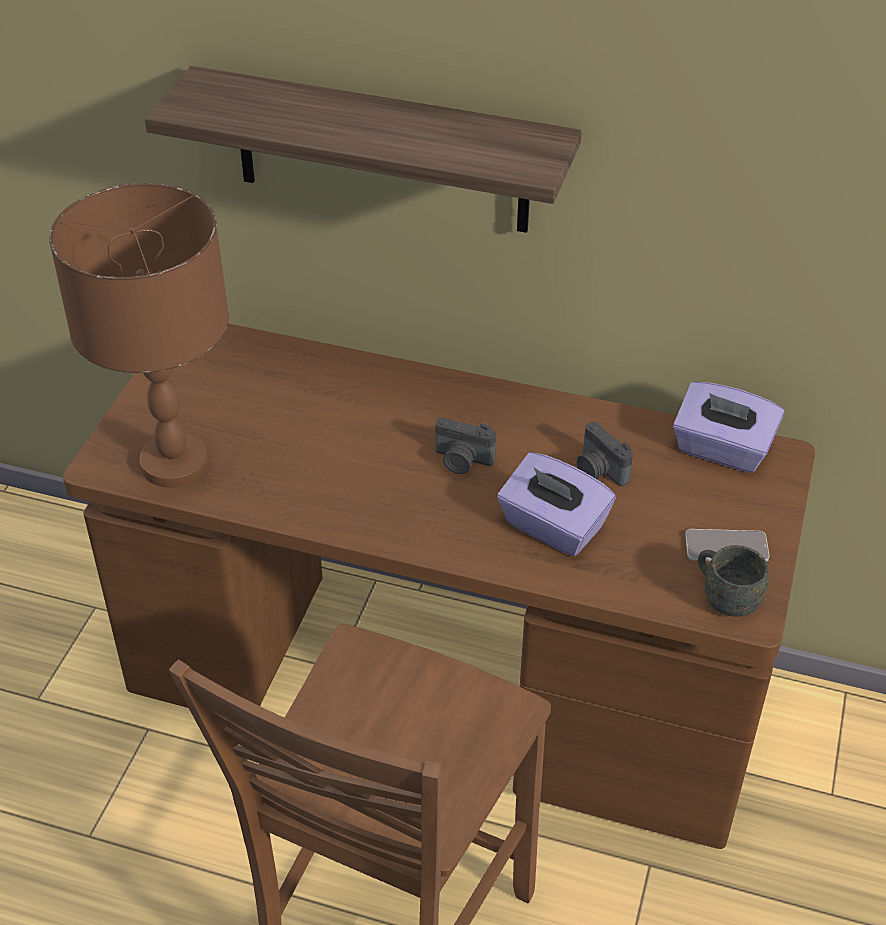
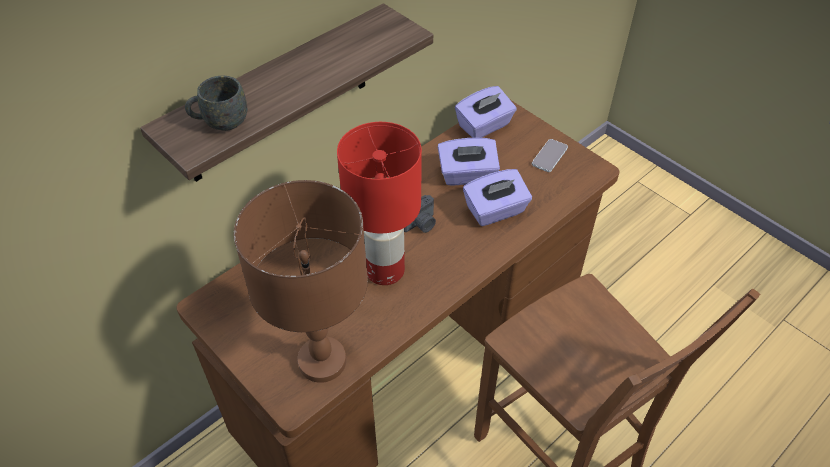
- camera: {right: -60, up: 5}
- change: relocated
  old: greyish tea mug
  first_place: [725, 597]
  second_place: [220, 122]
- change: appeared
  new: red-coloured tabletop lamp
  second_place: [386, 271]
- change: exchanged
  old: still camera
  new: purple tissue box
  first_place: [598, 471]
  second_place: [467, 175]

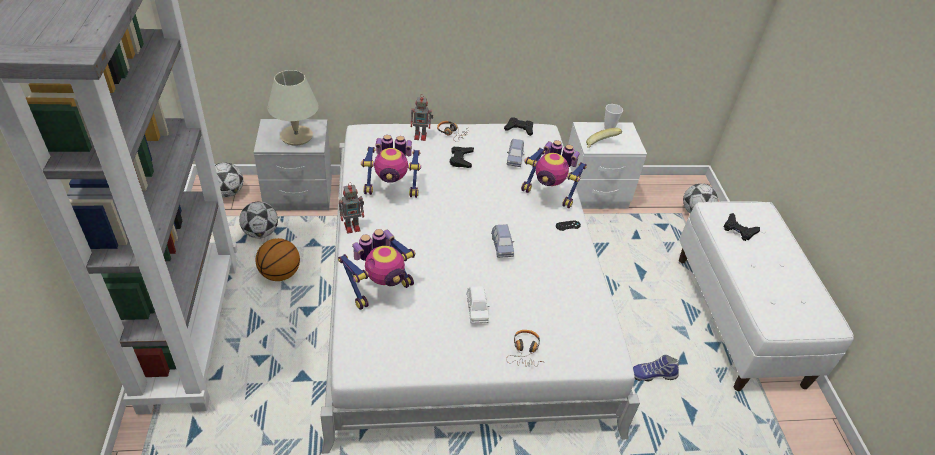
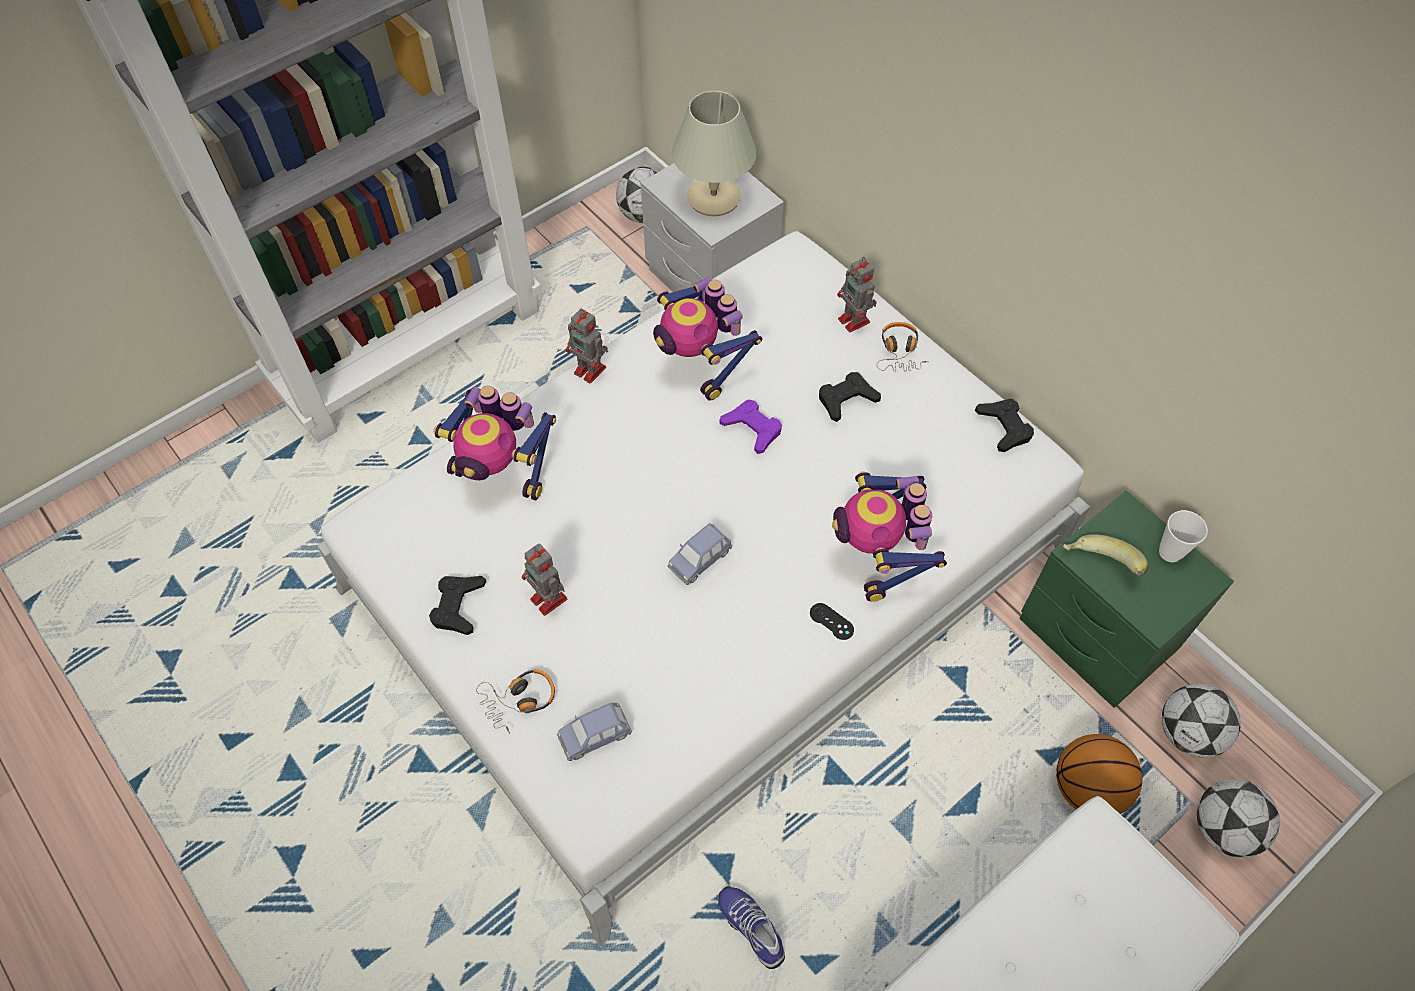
- camera: {right: 60, up: 15}
- change: relocated
  old: blackish gamepad
  first_place: [739, 230]
  second_place: [458, 606]
- change: exchanged
  old: white-coloured model car
  new: robot figure
  first_place: [476, 310]
  second_place: [550, 600]
- change: relocated
  old: bluish model car
  first_place: [514, 159]
  second_place: [595, 736]
- change: appeared
  new: purple gamepad
  second_place: [752, 429]
- change: colour
  old: white-coloured night table
  new: green night table
  first_place: [594, 193]
  second_place: [1097, 634]
- change: relocated
  old: basketball ball
  first_place: [280, 274]
  second_place: [1088, 789]
- change: relocated
  old: football
  first_place: [261, 233]
  second_place: [1188, 733]

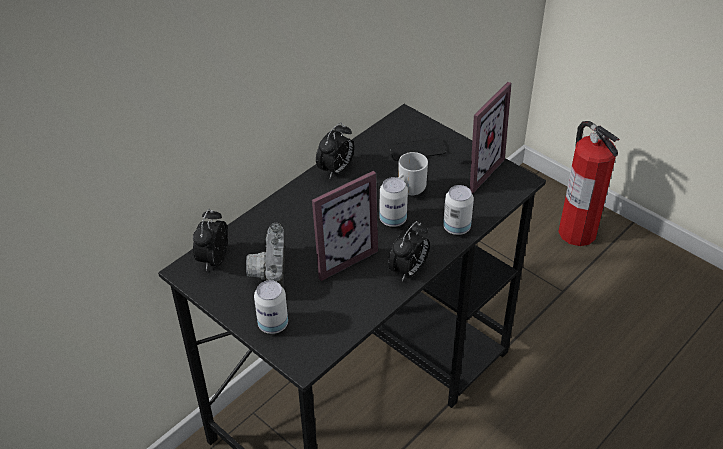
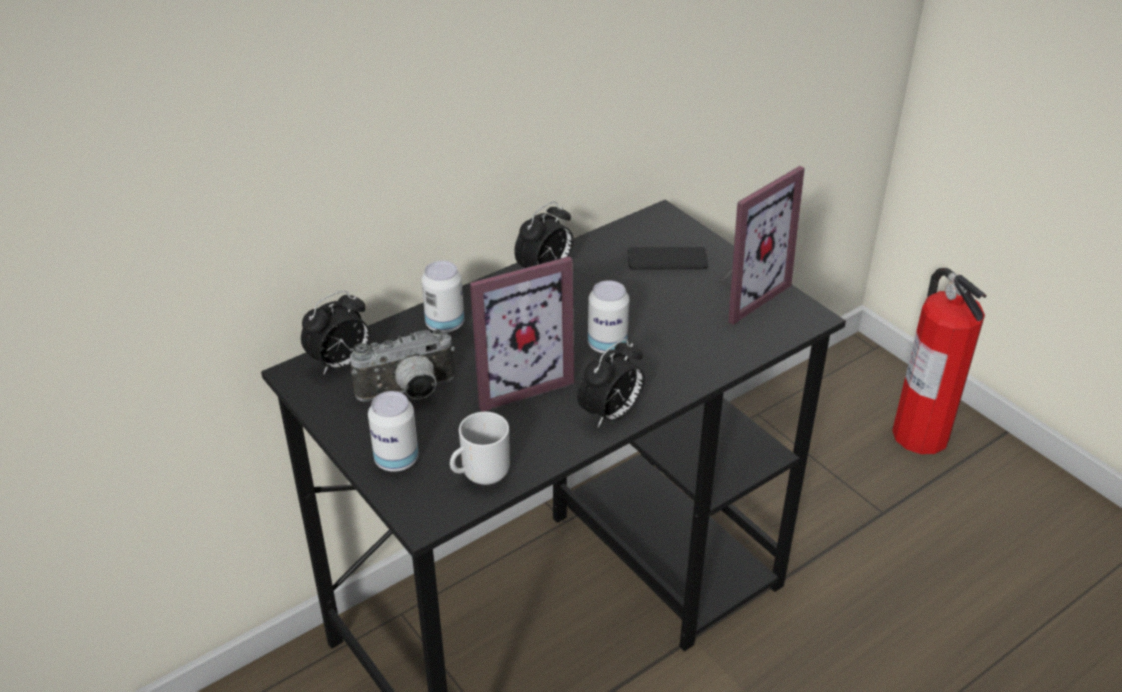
- camera: {right: 10, up: -5}
- change: spun
  old: alarm clock
  first_place: [213, 259]
  second_place: [341, 364]
  degrees: -150
- change: spun
  old: still camera
  first_place: [267, 274]
  second_place: [408, 393]
  degrees: -120
- change: relocated
  old: metal can
  first_place: [456, 227]
  second_place: [445, 324]
- change: relocated
  old: tea mug
  first_place: [409, 190]
  second_place: [481, 475]

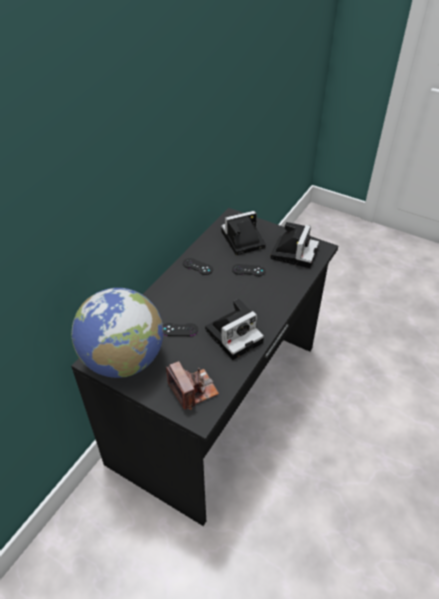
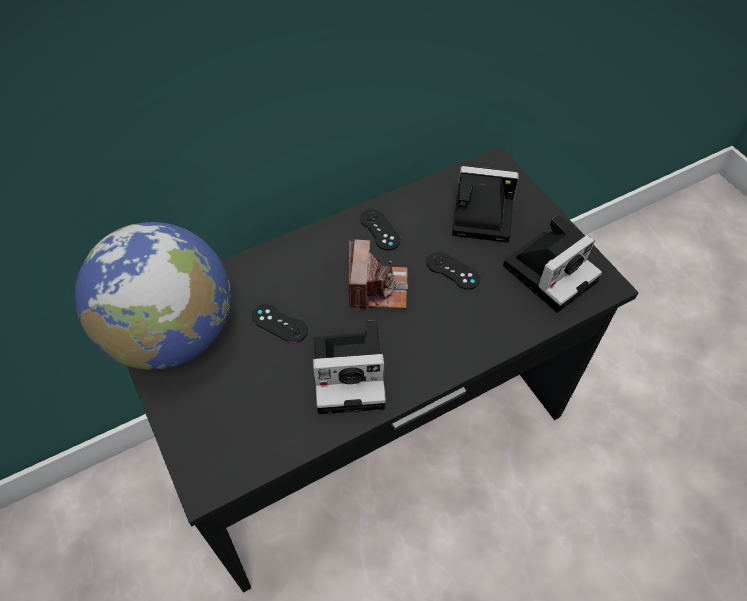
- camera: {right: 30, up: 10}
- change: relocated
  old: still camera
  first_place: [193, 389]
  second_place: [377, 288]

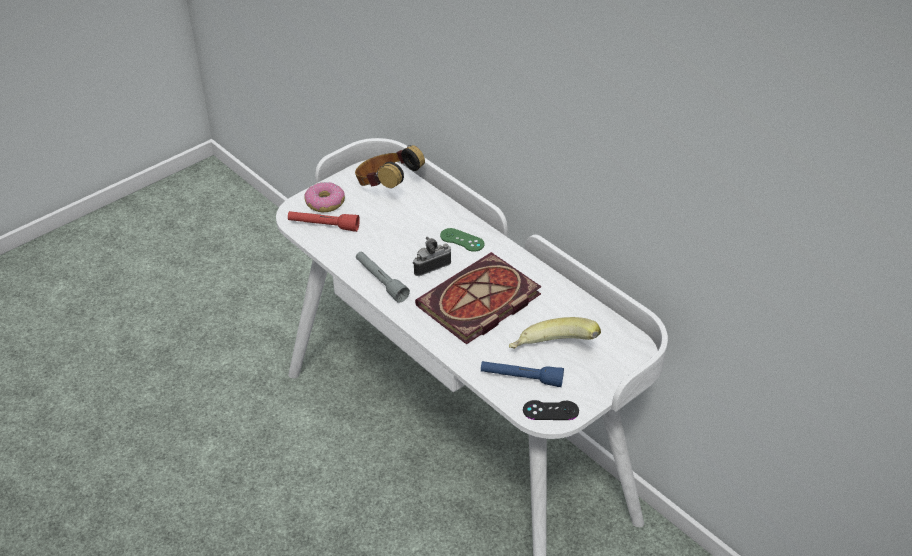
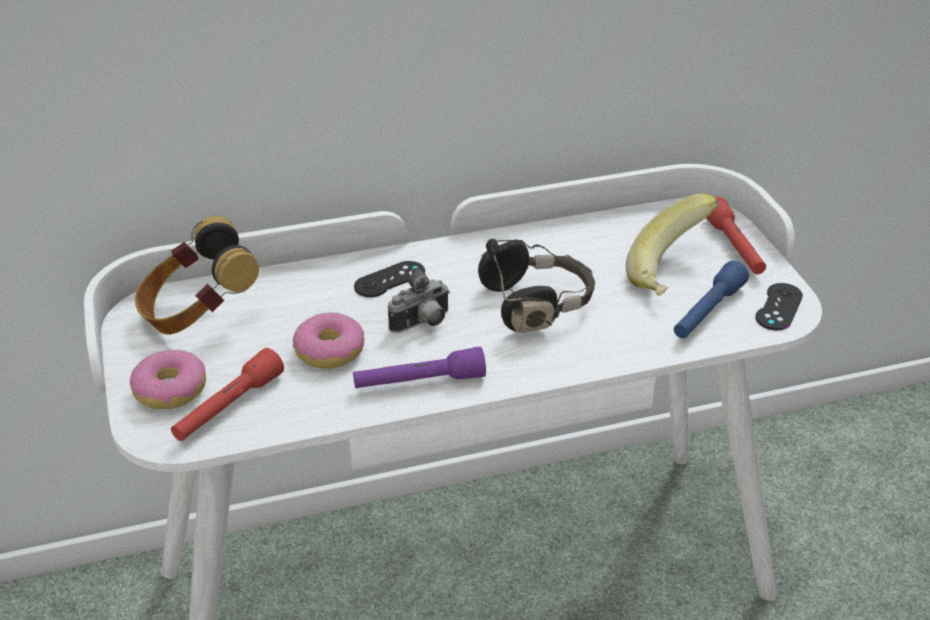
- camera: {right: -65, up: -5}
- change: appeared
  new: donut
  second_place: [330, 351]
- change: colour
  old: greyish torch
  new: purple torch
  first_place: [381, 281]
  second_place: [419, 382]
- change: colour
  old: green gamepad
  new: blackish gamepad
  first_place: [462, 240]
  second_place: [390, 279]
- change: spun
  old: still camera
  first_place: [430, 266]
  second_place: [422, 324]
  degrees: -120
- change: exchanged
  old: volume
  new: blackish pair of headphones
  first_place: [478, 303]
  second_place: [536, 304]
- change: appeared
  new: red-coloured torch
  second_place: [734, 247]

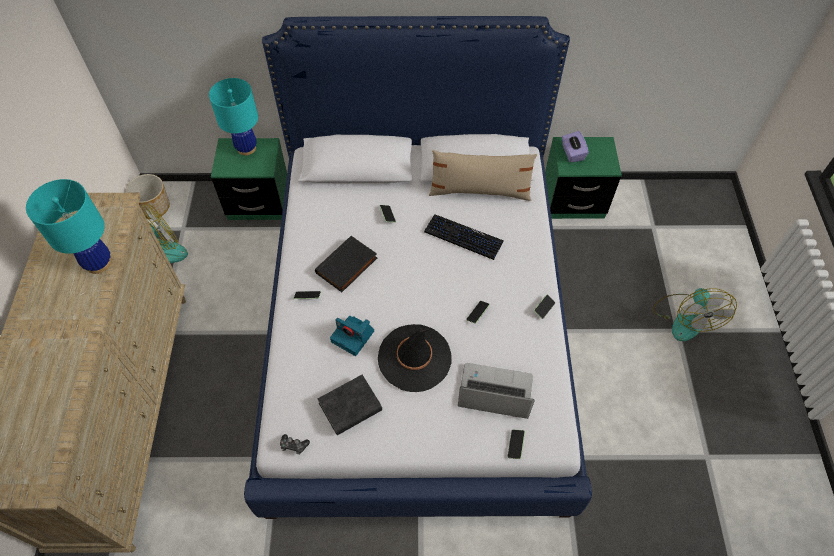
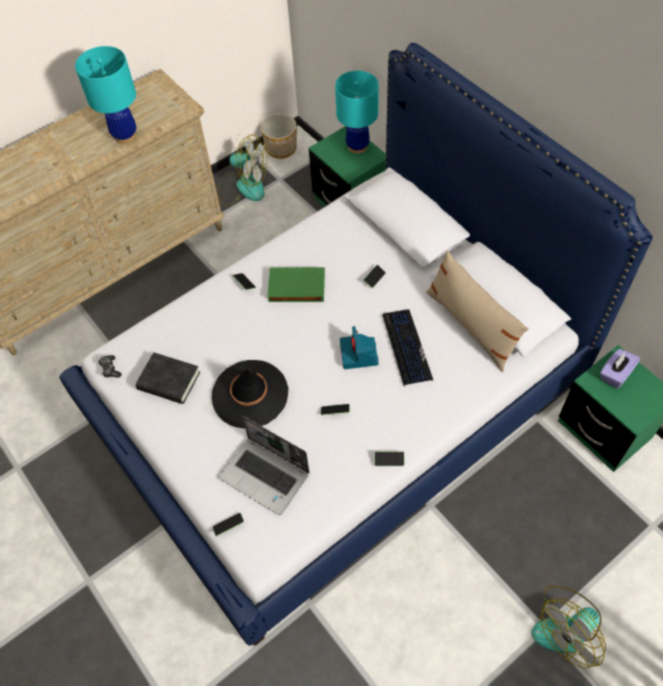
- camera: {right: 55, up: 0}
- change: spun
  old: notebook computer
  first_place: [494, 392]
  second_place: [266, 476]
  degrees: 150
- change: colour
  old: blackish volume
  new: green volume
  first_place: [347, 266]
  second_place: [296, 288]
- change: relocated
  old: still camera
  first_place: [353, 336]
  second_place: [359, 354]

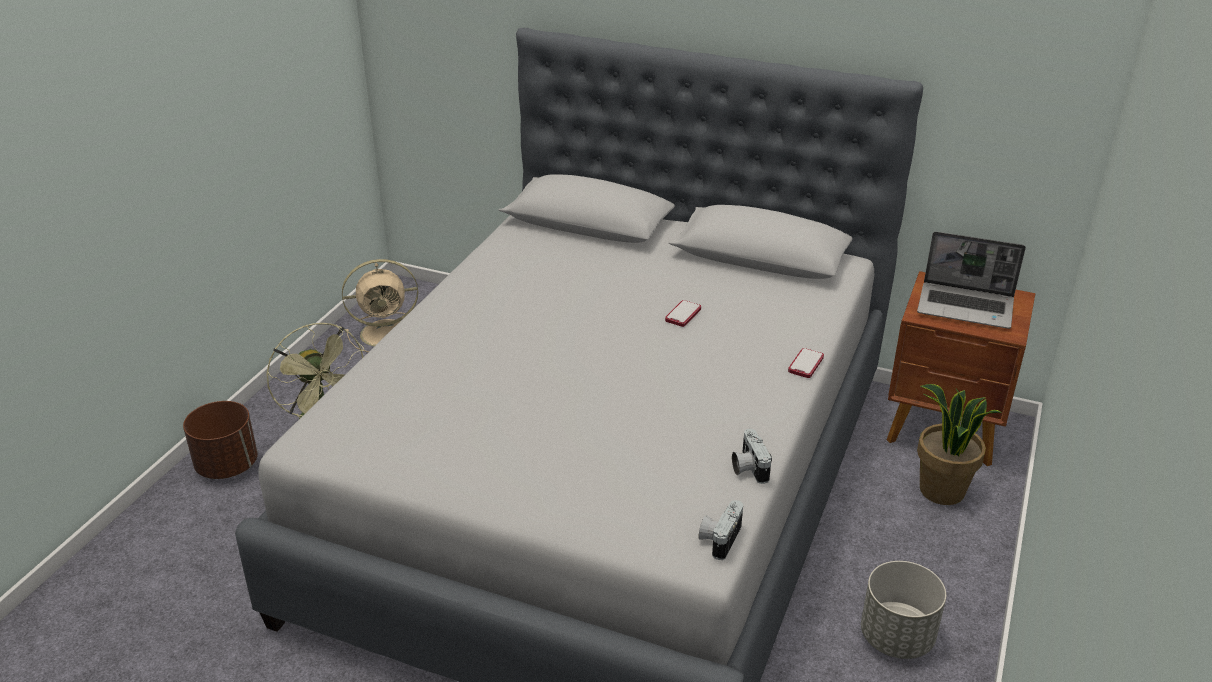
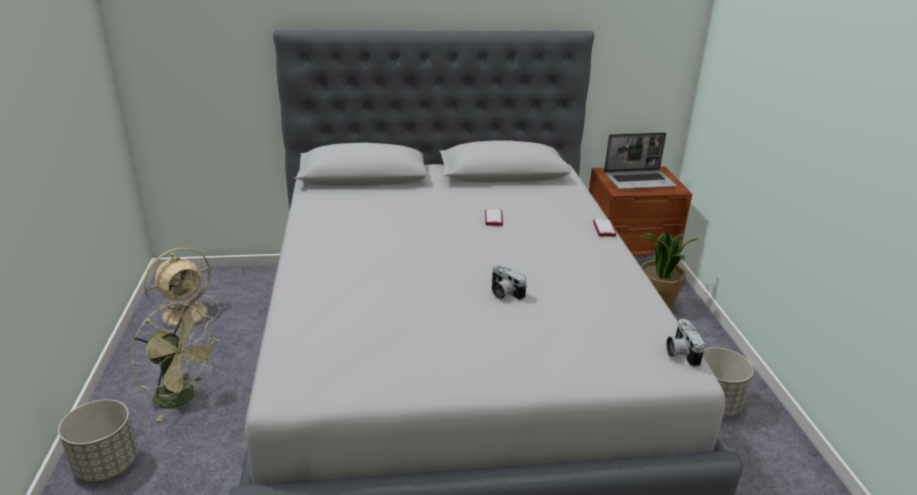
- camera: {right: -30, up: -5}
- change: colour
  old: brown plant pot
  new: greyish plant pot
  first_place: [227, 465]
  second_place: [106, 464]
- change: relocated
  old: still camera
  first_place: [748, 467]
  second_place: [504, 292]

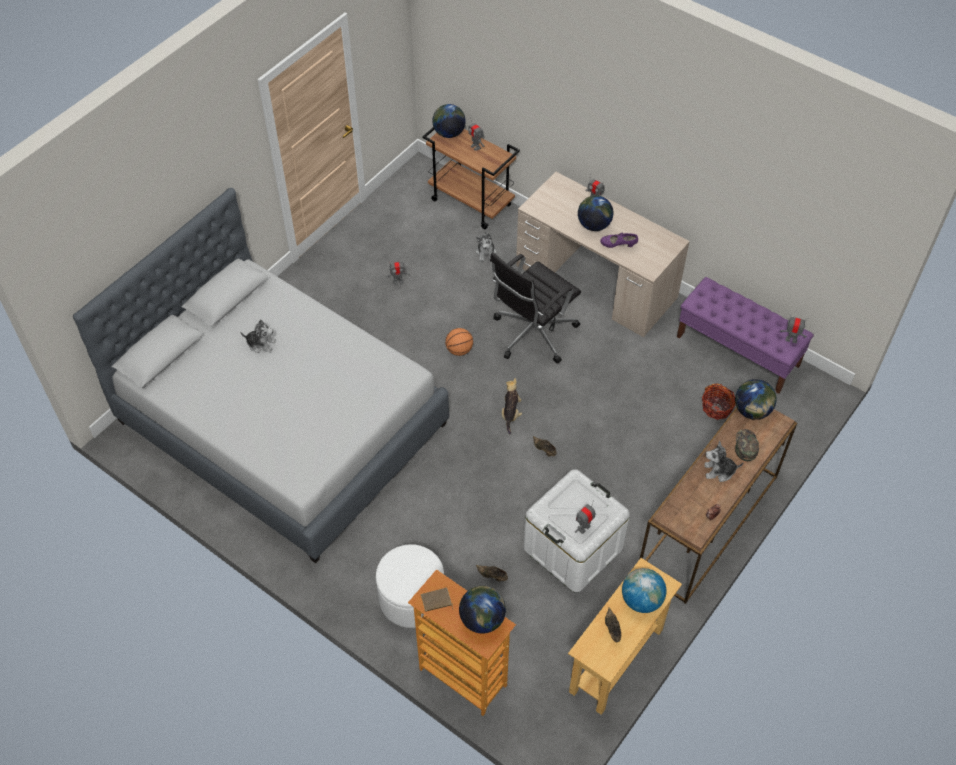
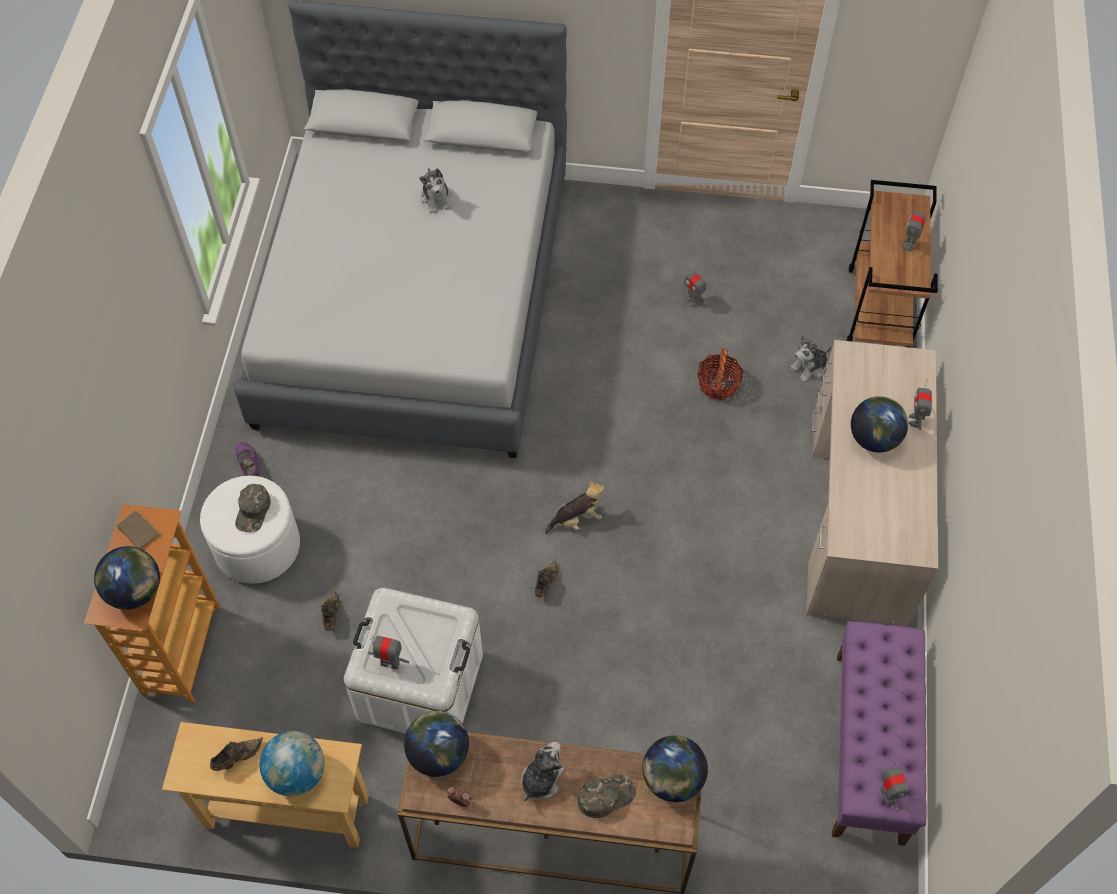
- camera: {right: 60, up: 5}
- change: appeared
  new: green cap
  second_place: [253, 511]
- change: relocated
  old: purple low shoe
  first_place: [618, 245]
  second_place: [250, 467]
- change: relocated
  old: desk globe
  first_place: [449, 133]
  second_place: [438, 753]
- change: spun
  old: soft toy
  first_place: [719, 471]
  second_place: [541, 779]
  degrees: 60
- change: relocated
  old: household basket
  first_place: [717, 408]
  second_place: [718, 384]
- change: missing
  old: basketball ball
  first_place: [459, 350]
- change: missing
  old: blackish desk chair
  first_place: [532, 334]

